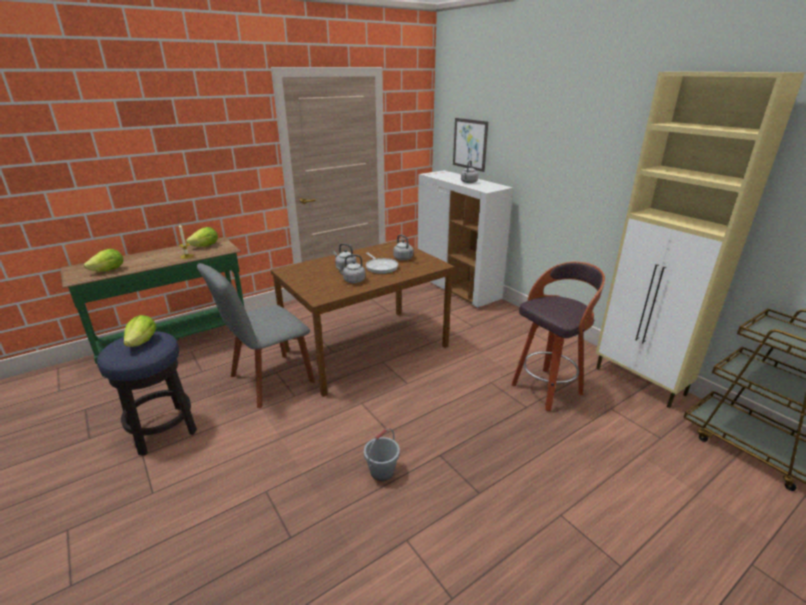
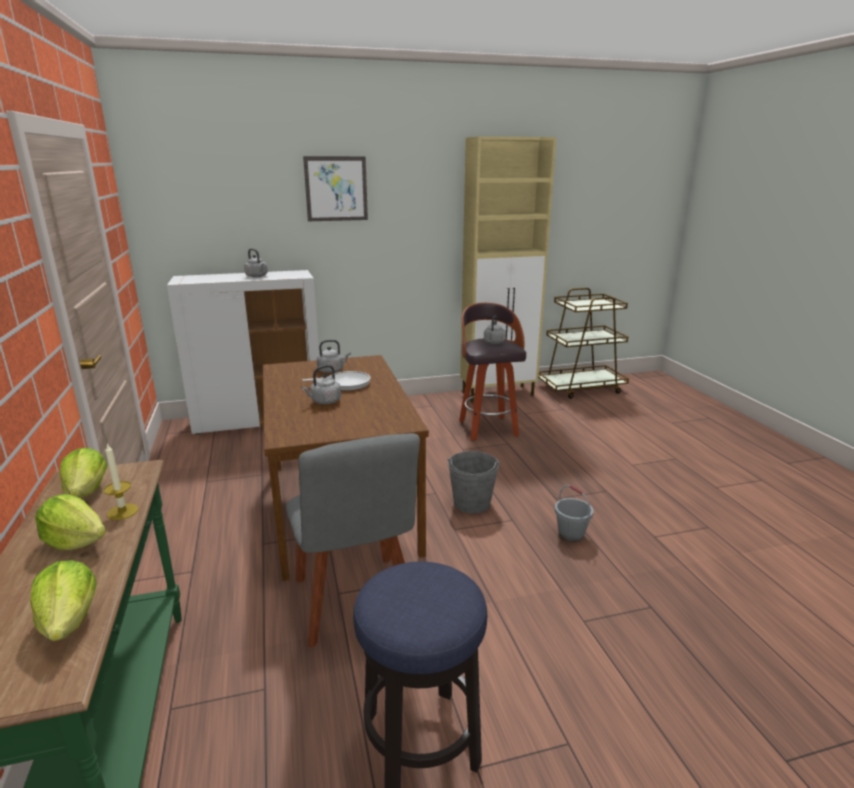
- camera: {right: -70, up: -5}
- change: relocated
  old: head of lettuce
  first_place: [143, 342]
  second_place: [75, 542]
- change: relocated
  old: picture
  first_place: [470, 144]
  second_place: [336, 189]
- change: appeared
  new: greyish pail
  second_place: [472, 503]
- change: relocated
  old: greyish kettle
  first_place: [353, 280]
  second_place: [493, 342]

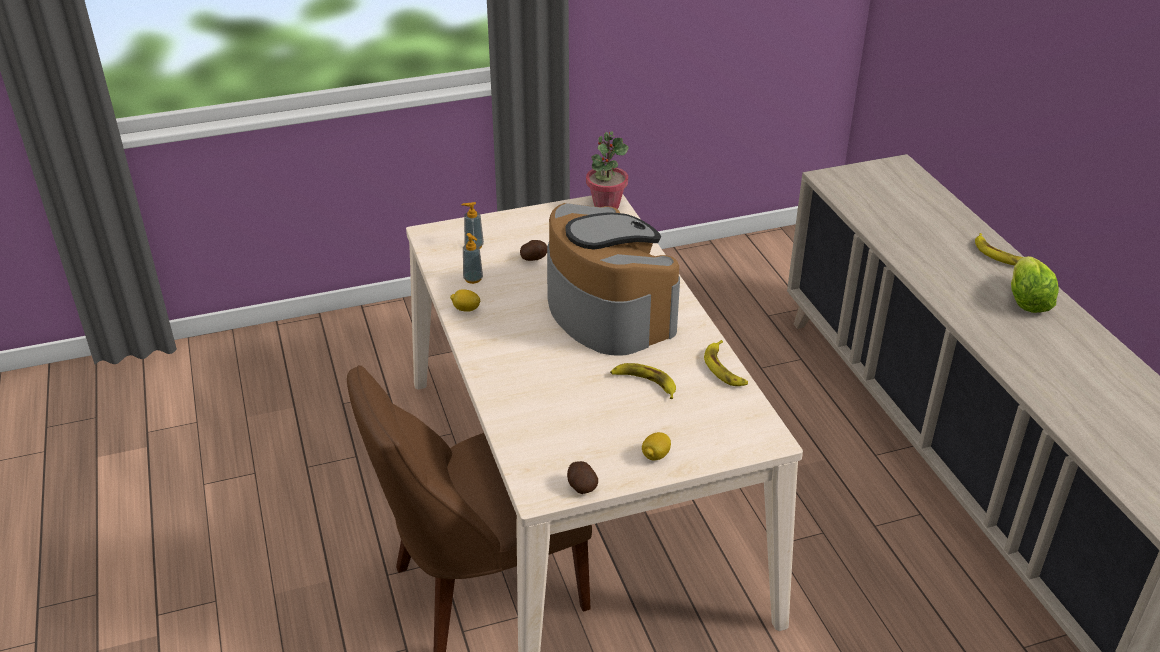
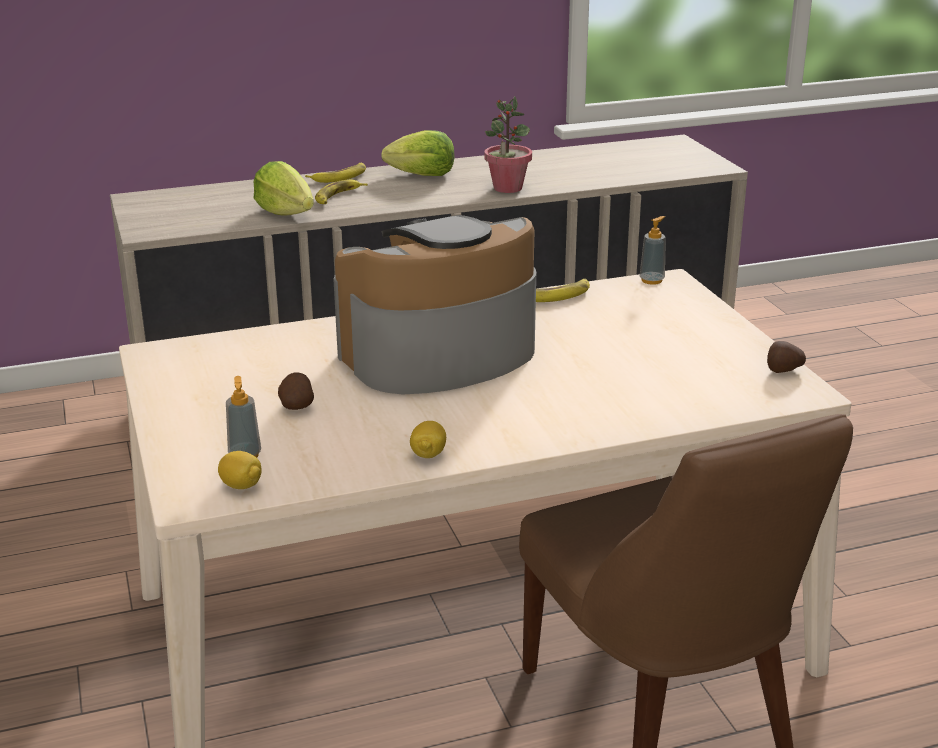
- camera: {right: -90, up: -10}
- change: relocated
  old: citrus fruit
  first_place: [655, 455]
  second_place: [241, 485]
- change: appeared
  new: head of lettuce
  second_place: [286, 213]
- change: relocated
  old: banana fruit
  first_place: [644, 383]
  second_place: [338, 197]
- change: relocated
  old: potted plant
  first_place: [606, 205]
  second_place: [507, 188]
- change: relocated
  old: liquid soap bottle
  first_place: [473, 279]
  second_place: [652, 280]

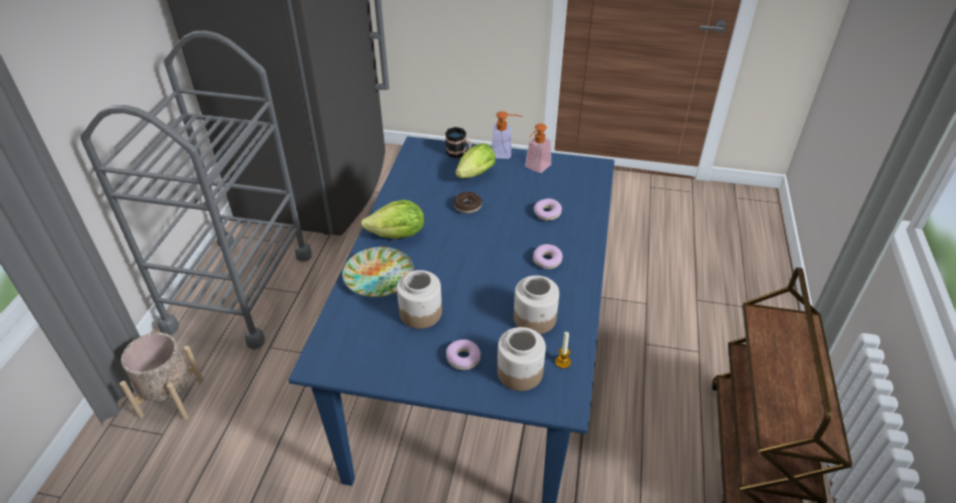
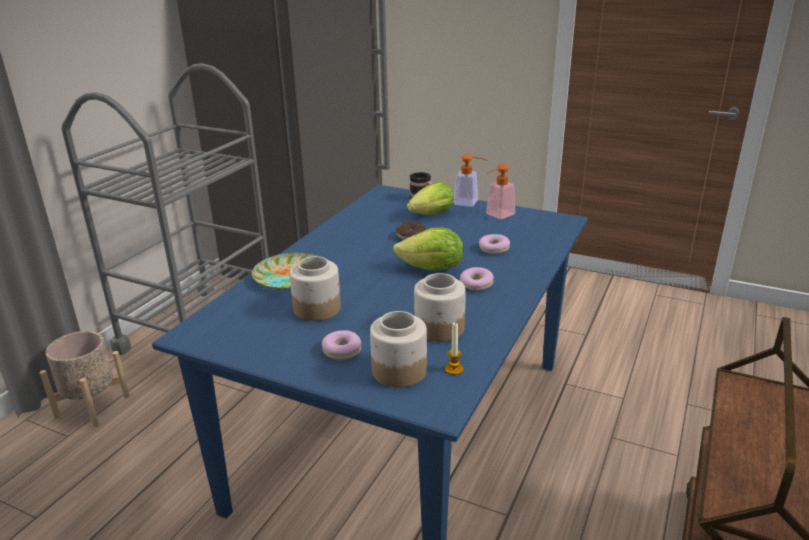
- camera: {right: 15, up: -15}
- change: relocated
  old: head of lettuce
  first_place: [398, 235]
  second_place: [432, 269]

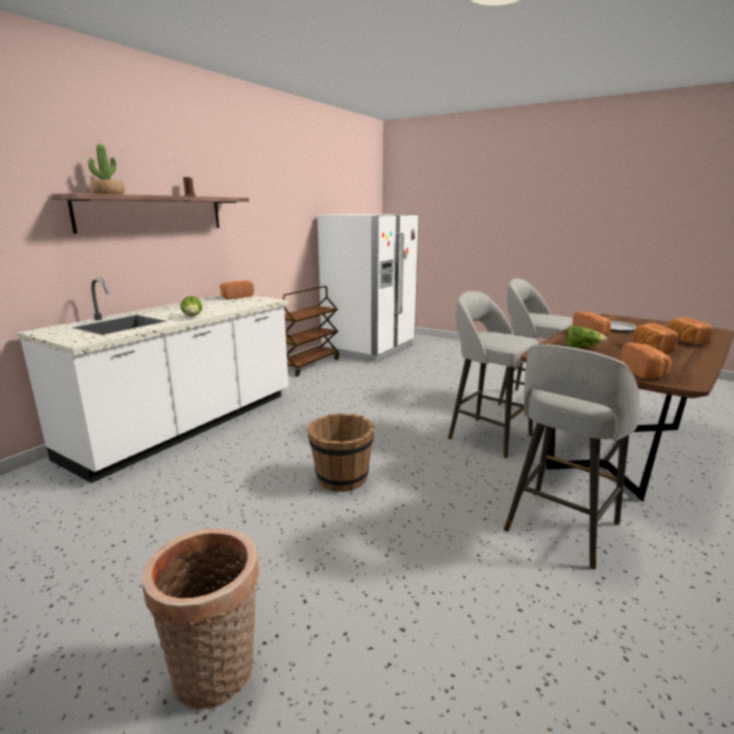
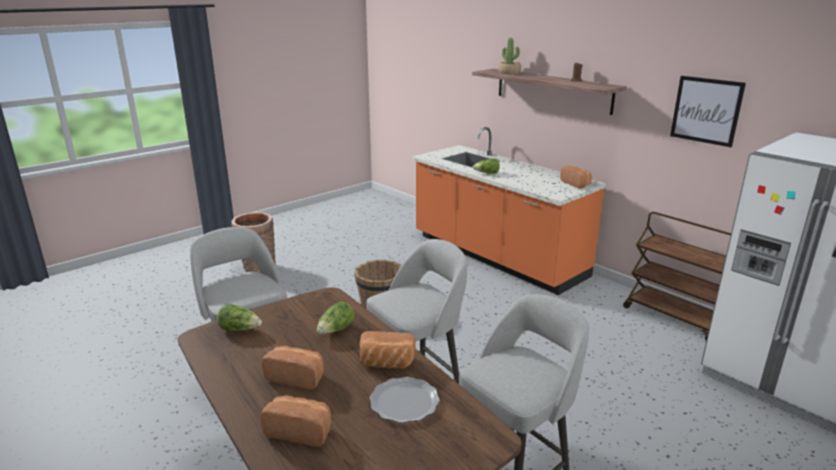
- camera: {right: 105, up: 5}
- change: exchanged
  old: bakery bread
  new: head of lettuce
  first_place: [644, 372]
  second_place: [240, 329]
- change: colour
  old: white-coloured counter
  new: orangey counter
  first_place: [187, 425]
  second_place: [497, 256]
- change: appeared
  new: picture
  second_place: [706, 110]

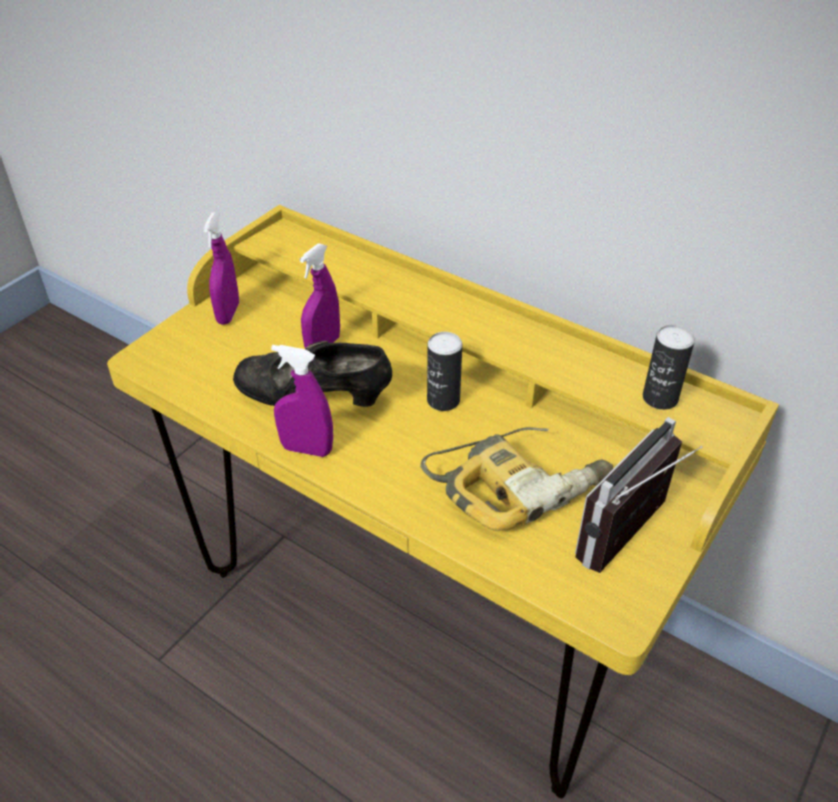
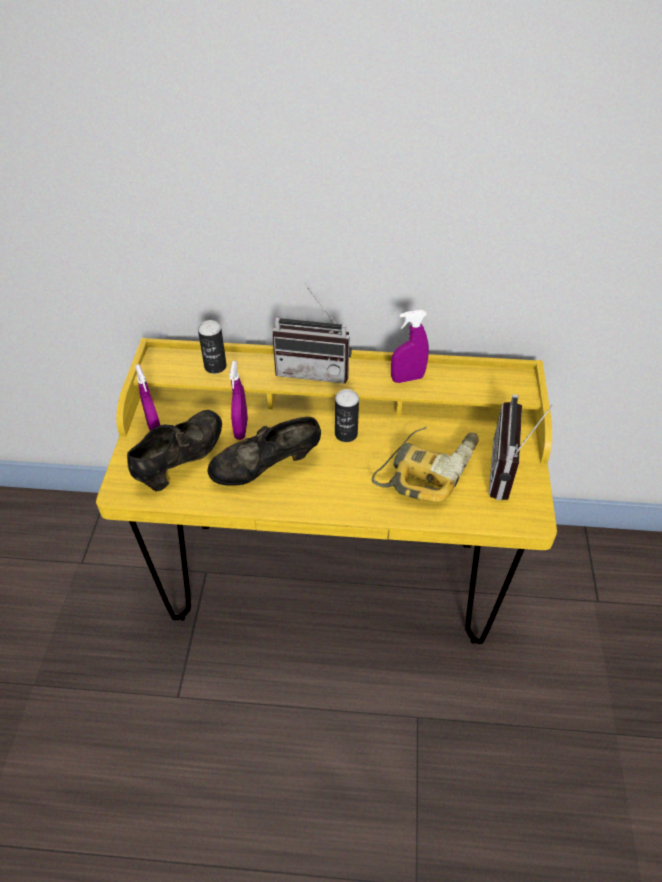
- camera: {right: -30, up: 5}
- change: appeared
  new: blackish low shoe
  second_place: [181, 461]
- change: relocated
  old: metal can
  first_place: [660, 398]
  second_place: [215, 366]
- change: appeared
  new: radio set
  second_place: [314, 369]
- change: relocated
  old: purple hand sprayer
  first_place: [307, 449]
  second_place: [407, 378]

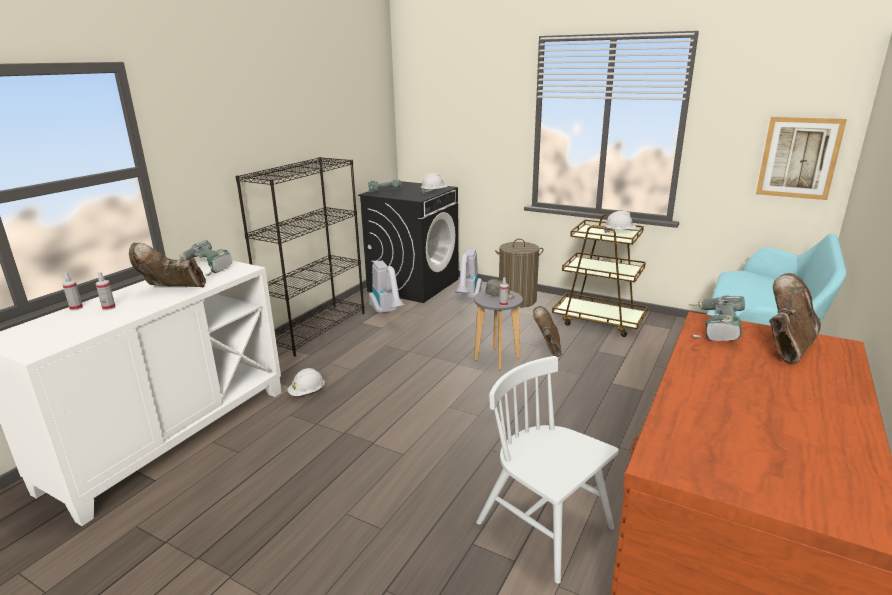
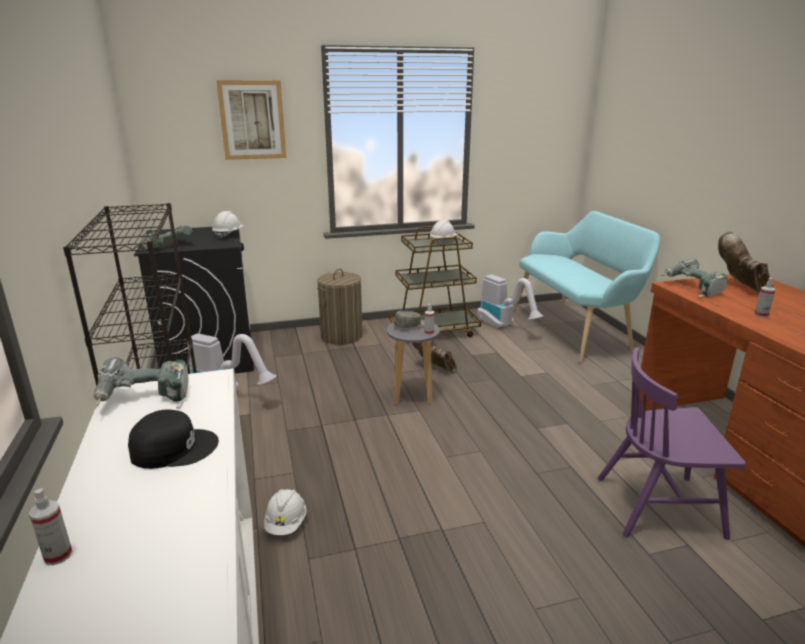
- camera: {right: -45, up: 0}
- change: exchanged
  old: brown high-top boot
  new: blackish cap
  first_place: [172, 290]
  second_place: [174, 447]
- change: relocated
  old: picture
  first_place: [798, 158]
  second_place: [252, 120]
- change: relocated
  old: hoover
  first_place: [468, 298]
  second_place: [504, 326]
- change: colour
  old: white-coloured chair
  new: purple chair
  first_place: [545, 526]
  second_place: [659, 506]
- change: relocated
  old: hand sprayer
  first_place: [109, 307]
  second_place: [761, 315]

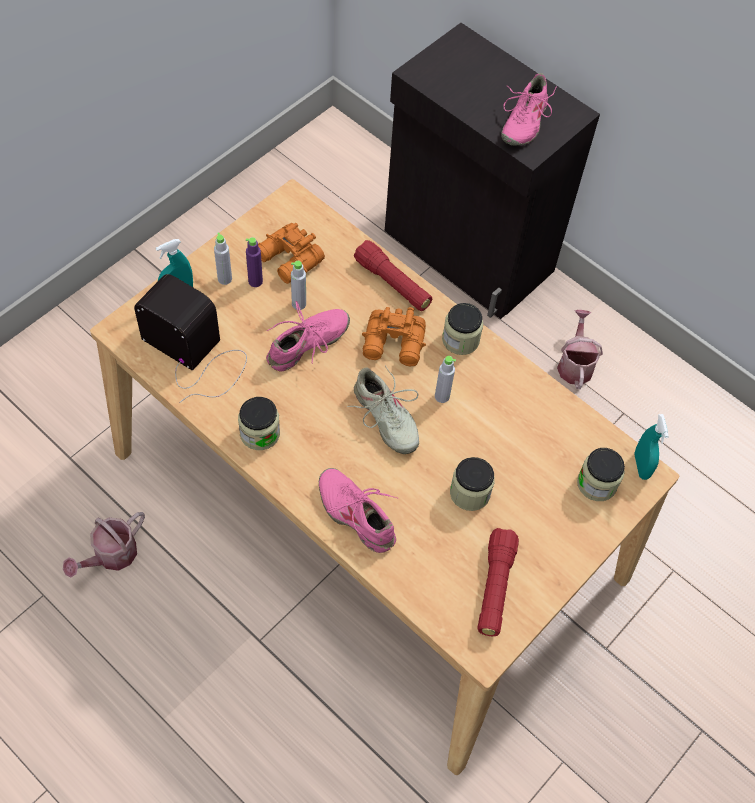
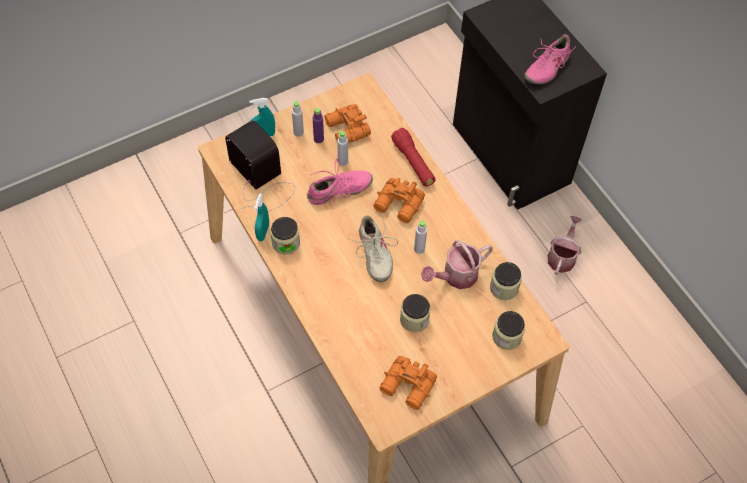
- camera: {right: 20, up: 0}
- change: relocated
  old: turquoise hand sprayer
  first_place: [641, 466]
  second_place: [263, 232]
- change: exchanged
  old: red-coloured torch
  new: orangey binoculars
  first_place: [495, 587]
  second_place: [408, 387]
- change: relocated
  old: sprinkling can
  first_place: [111, 556]
  second_place: [456, 276]
- change: relocated
  old: storage jar
  first_place: [460, 340]
  second_place: [504, 288]
- change: missing
  old: pink-coloured low shoe
  first_place: [357, 515]

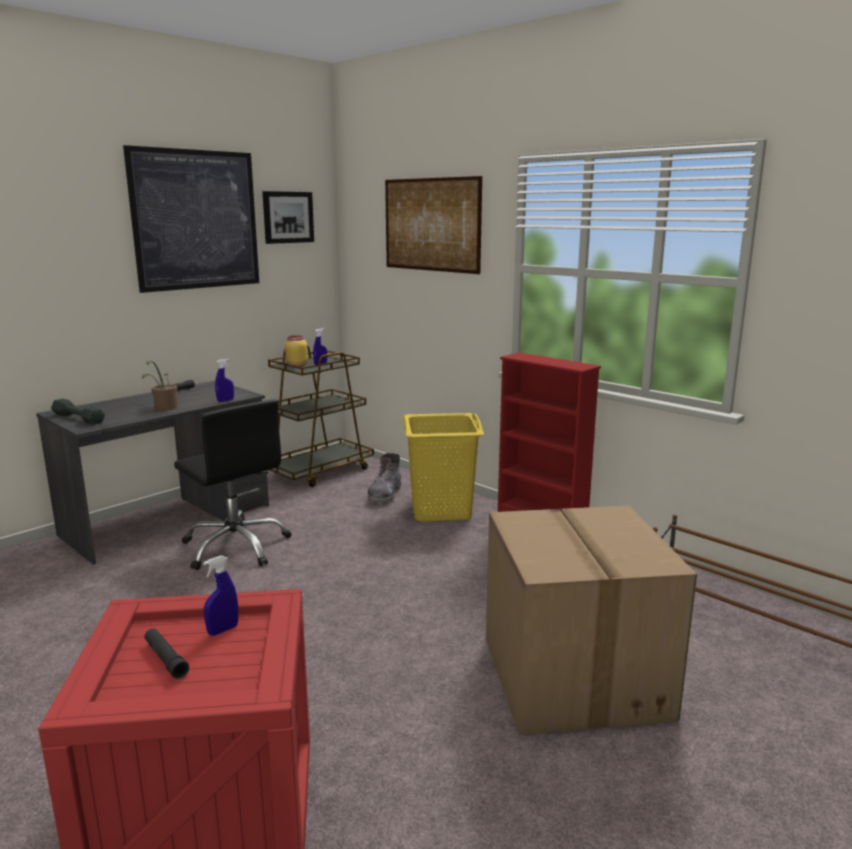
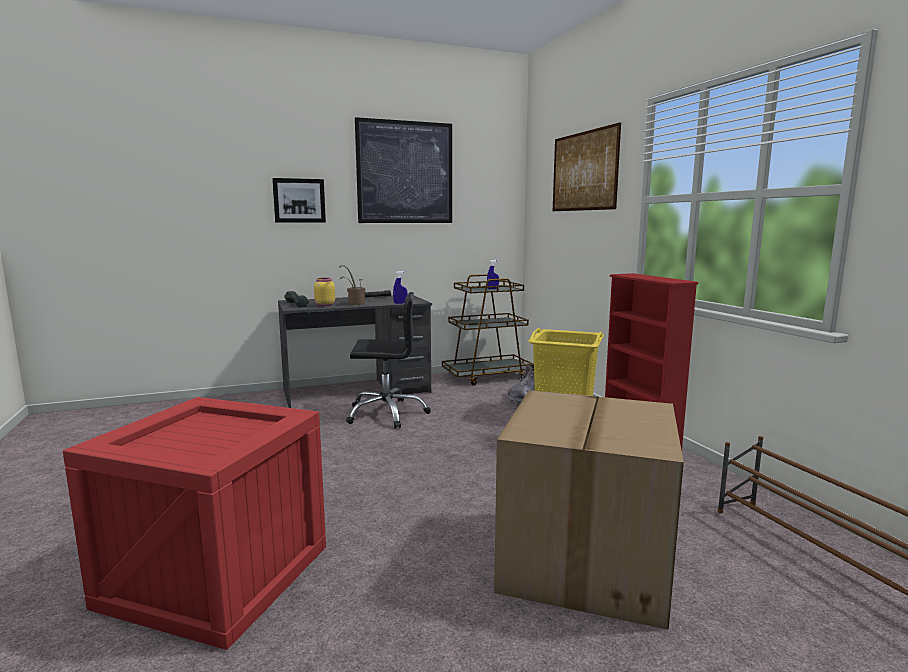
- camera: {right: 25, up: -5}
- change: relocated
  old: picture
  first_place: [288, 217]
  second_place: [299, 200]
- change: relocated
  old: yellow-coloured storage jar
  first_place: [296, 366]
  second_place: [324, 305]
- change: spun
  old: blackish desk chair
  first_place: [236, 546]
  second_place: [386, 413]
  degrees: -75
- change: missing
  old: blackish torch
  first_place: [166, 659]
- change: missing
  old: bluish hand sprayer
  first_place: [223, 630]

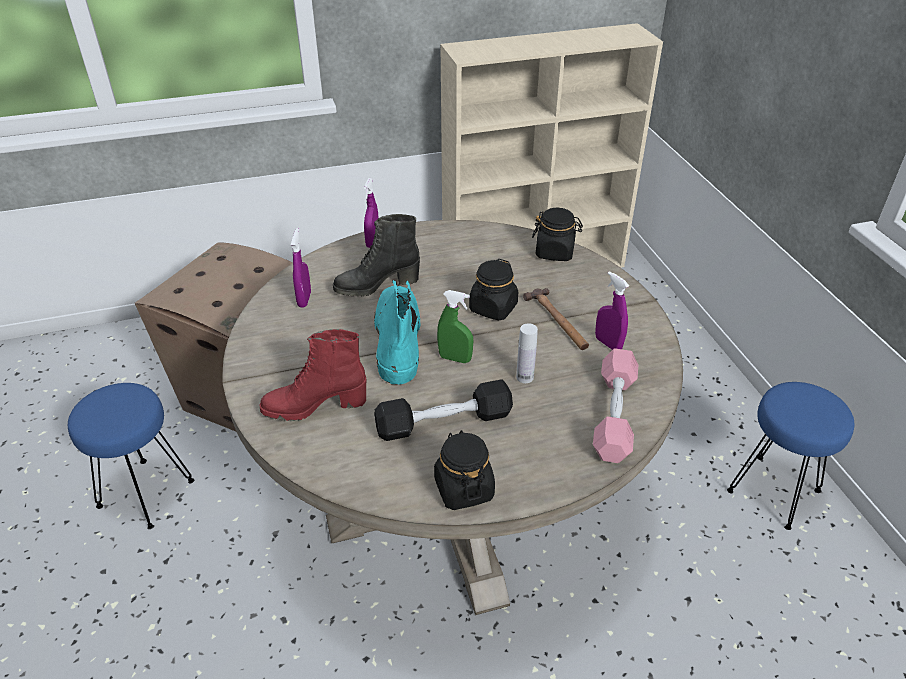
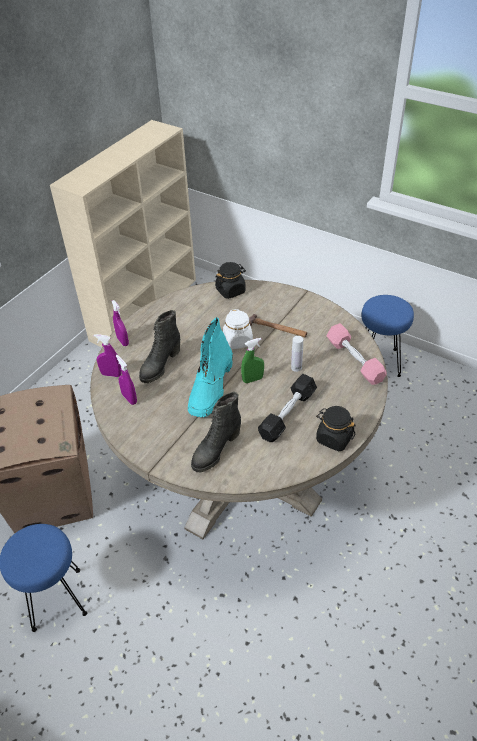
- camera: {right: -40, up: 5}
- change: relocated
  old: purple hand sprayer
  first_place: [608, 344]
  second_place: [111, 374]
- change: spun
  old: turquoise high-top boot
  first_place: [398, 338]
  second_place: [211, 387]
  degrees: -120
- change: colour
  old: red-coloured high-top boot
  new: blackish high-top boot
  first_place: [315, 406]
  second_place: [215, 450]
- change: colour
  old: blackish storage jar
  new: white-coloured storage jar
  first_place: [493, 308]
  second_place: [238, 341]

